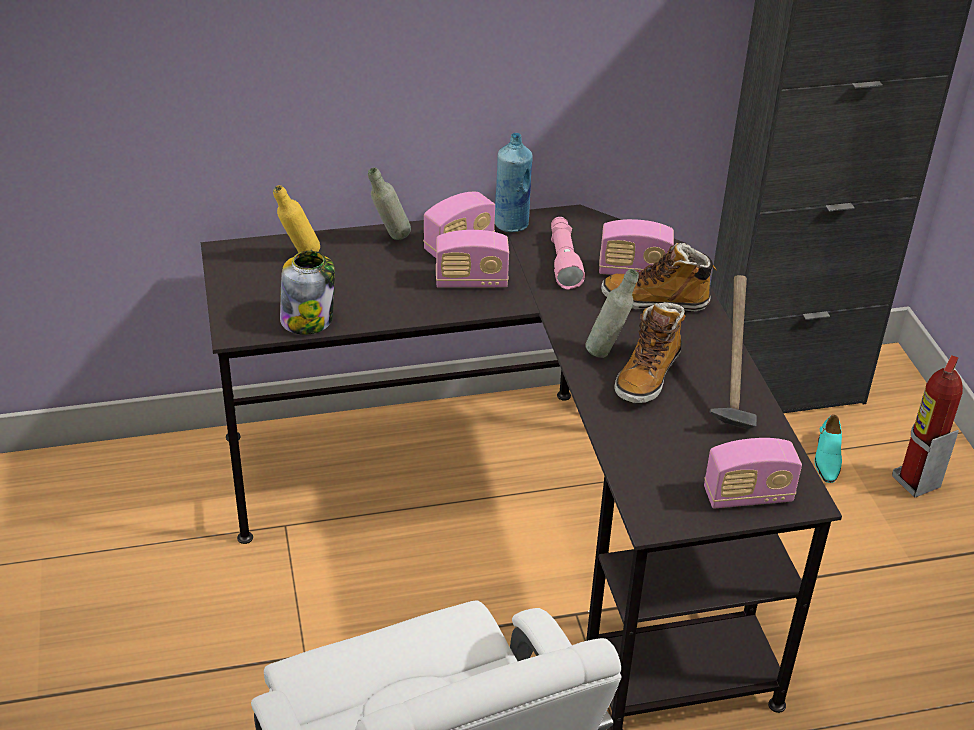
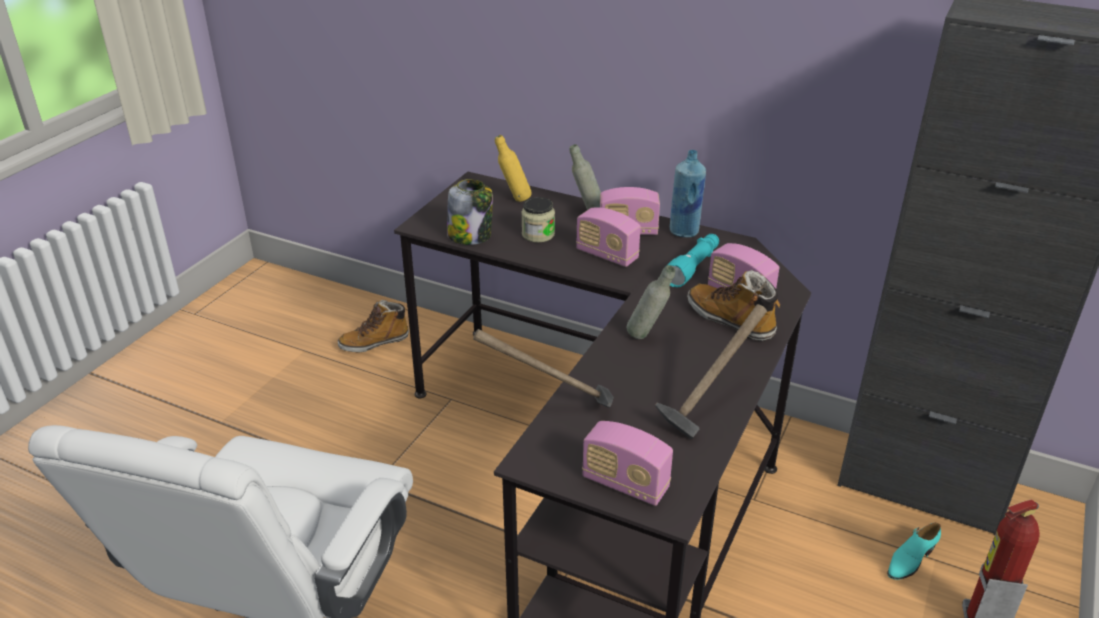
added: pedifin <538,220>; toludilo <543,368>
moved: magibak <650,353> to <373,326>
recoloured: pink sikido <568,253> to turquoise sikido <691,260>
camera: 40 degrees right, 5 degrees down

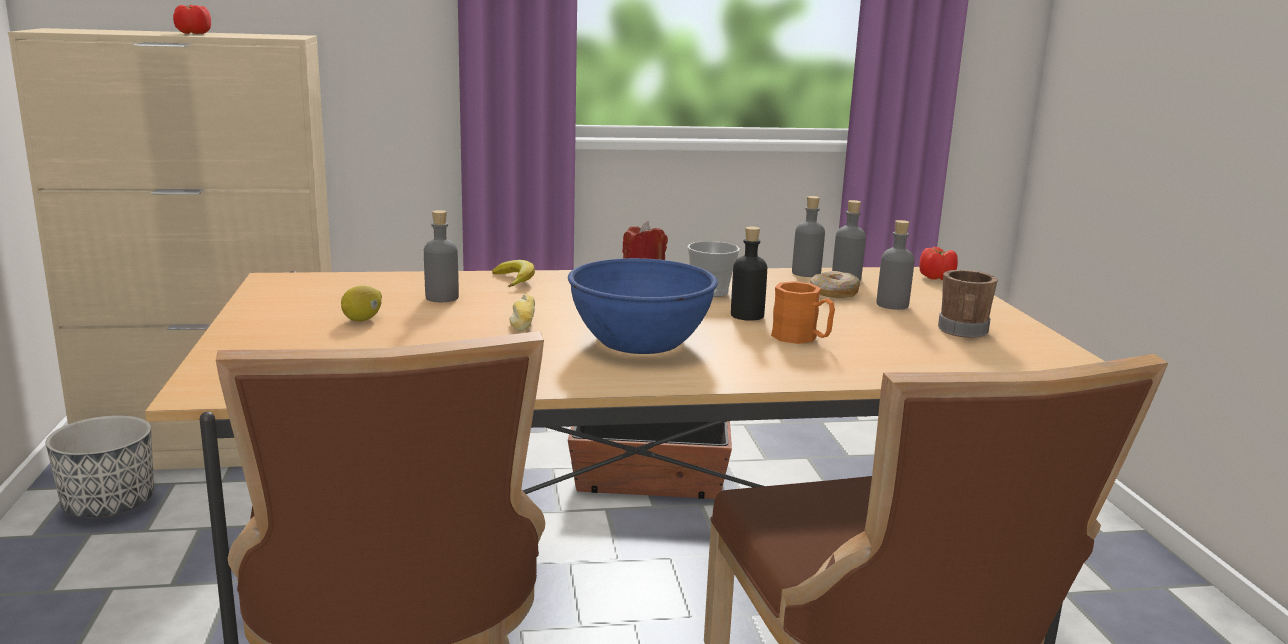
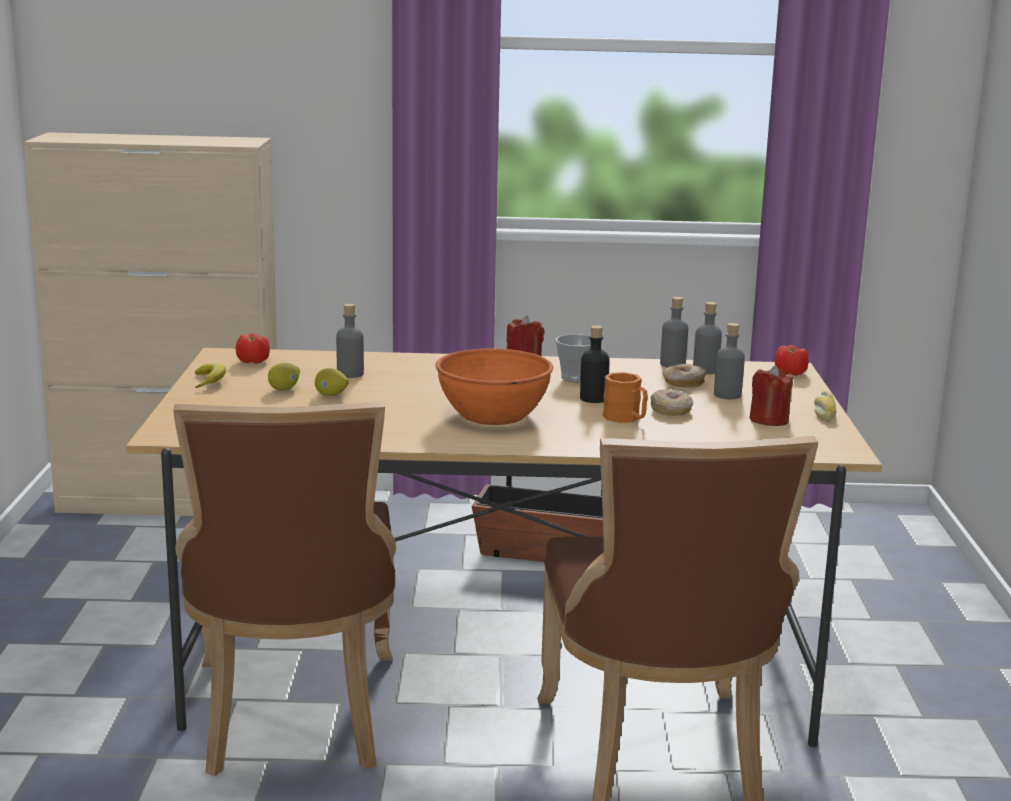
removed: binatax <99,466>
added: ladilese <332,382>; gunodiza <671,402>
moved: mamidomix <192,19> to <253,348>; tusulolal <513,273> to <210,375>; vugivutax <522,312> to <825,406>
replaced: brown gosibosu <968,304> to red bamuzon <771,395>
recoloured: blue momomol <643,306> to orange momomol <494,387>
camera: 10 degrees right, 0 degrees up

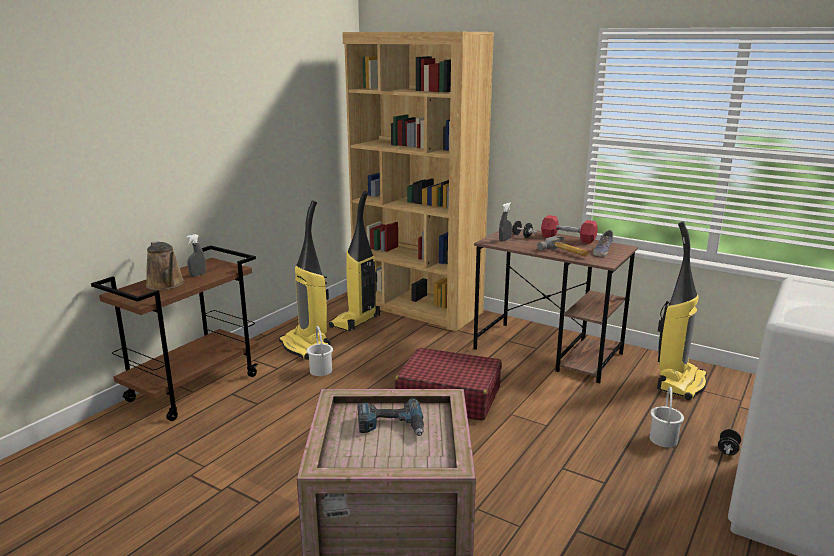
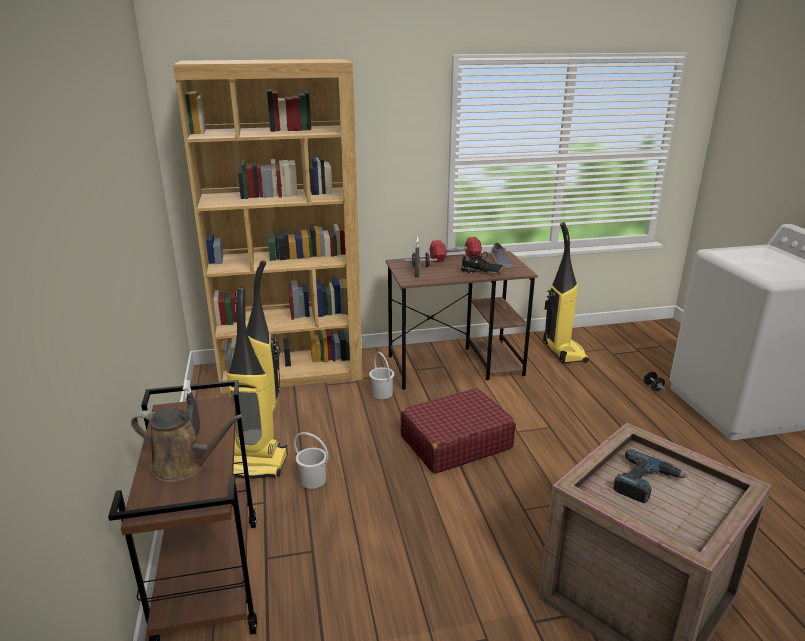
moved: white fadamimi <666,417> to <381,375>
replaced: toludilo <563,246> to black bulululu <482,263>
camera: 45 degrees left, 5 degrees up

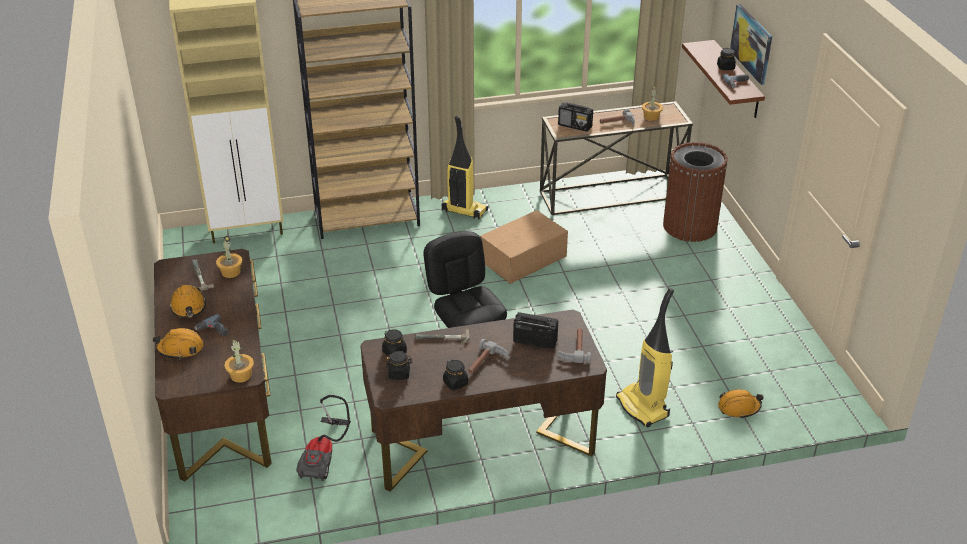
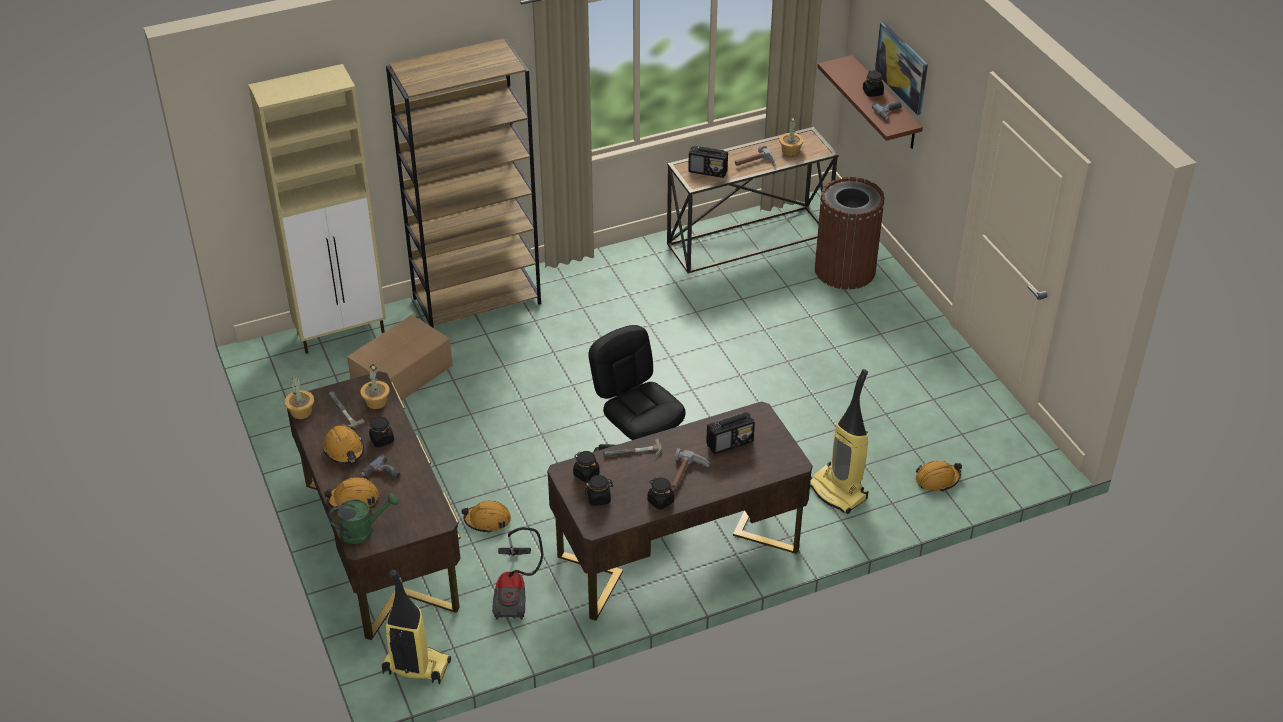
removed: toludilo <574,345>
added: black pedifin <381,432>; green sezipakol <363,518>; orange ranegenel <486,516>
moved: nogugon <465,168> to <416,627>; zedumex <524,247> to <400,357>; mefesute <239,361> to <299,398>
turned: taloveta <535,330> = <730,433> 150 degrees clockwise
camera: 10 degrees left, 5 degrees up

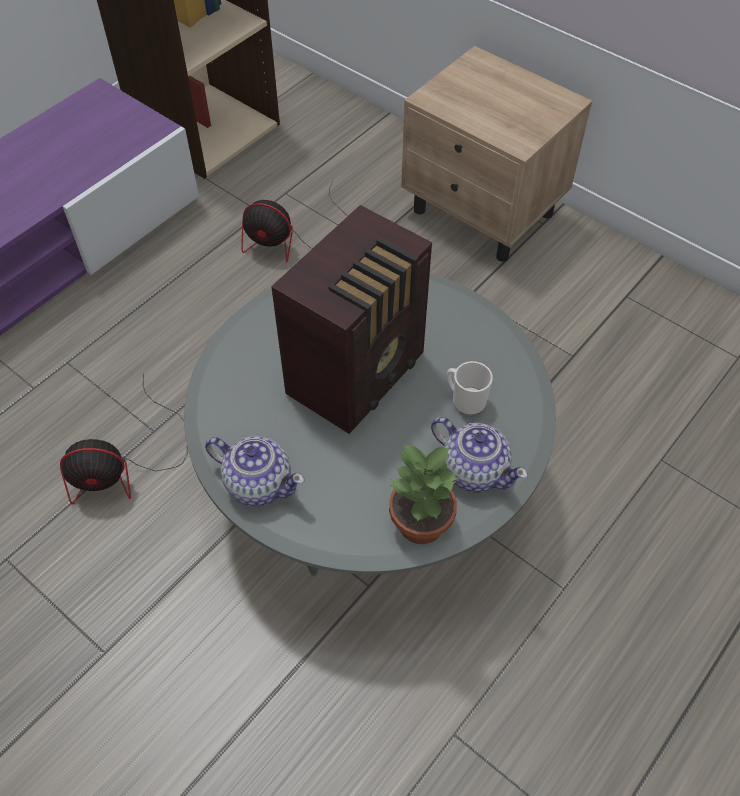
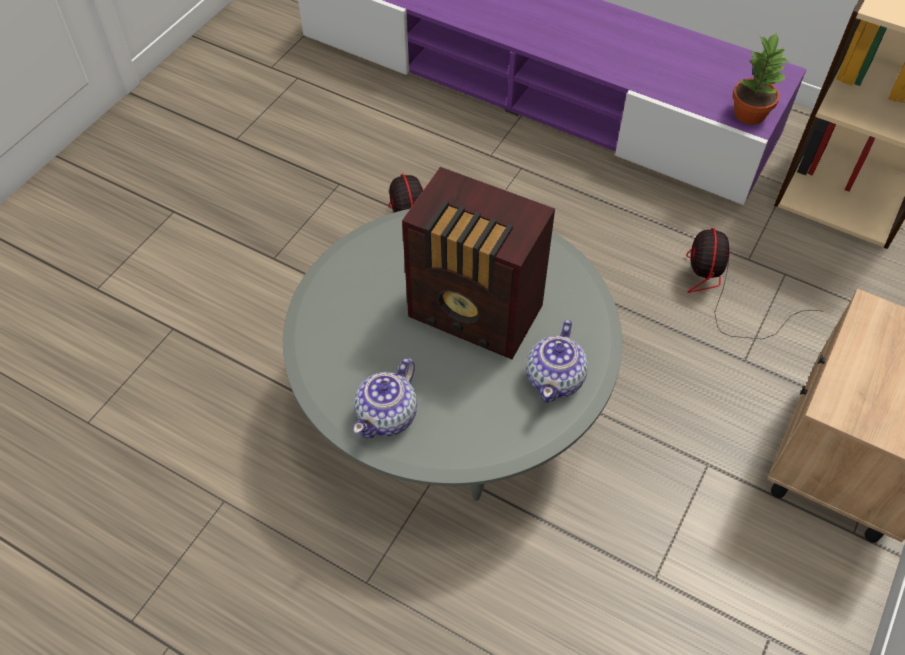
removed: gosibosu <470,388>
moved: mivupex <255,471> to <557,361>; mefesute <423,494> to <761,78>
camera: 80 degrees right, 0 degrees up

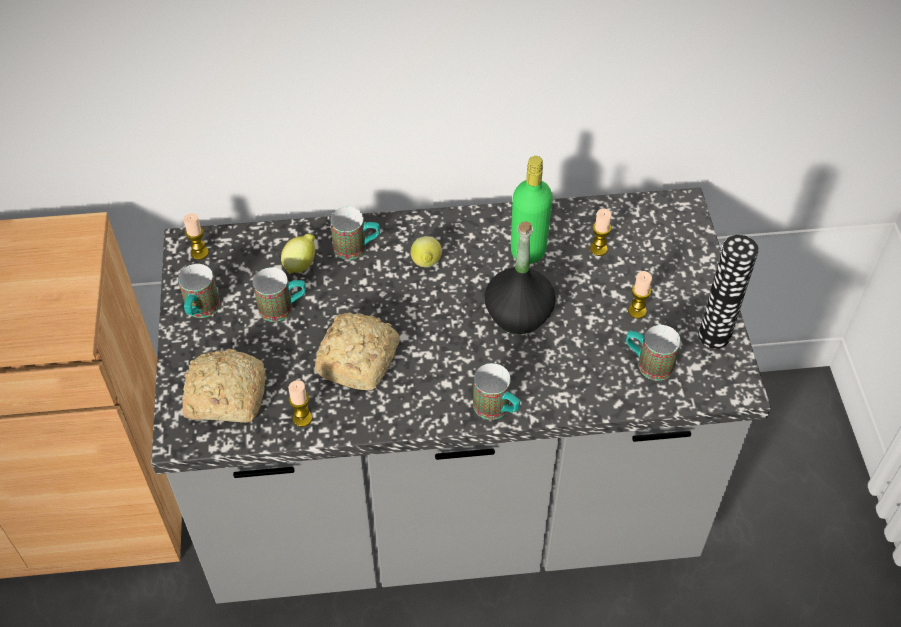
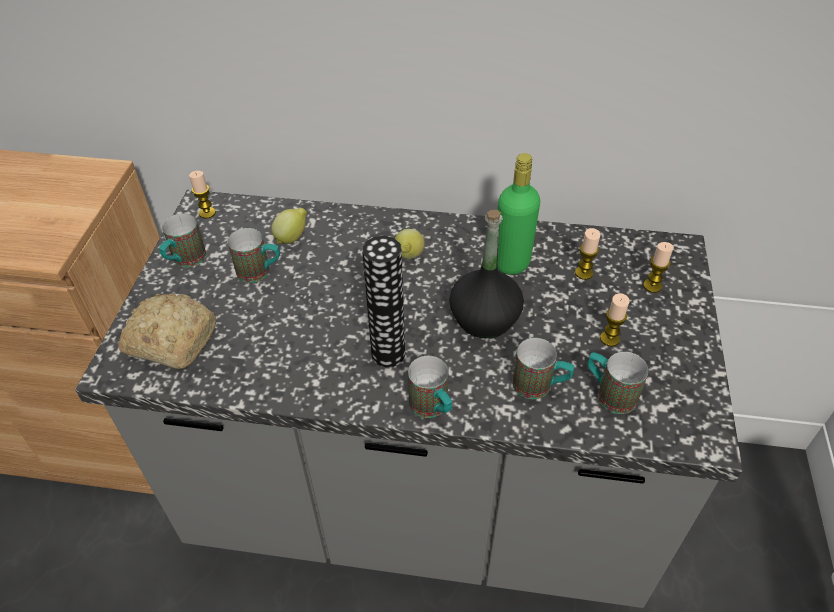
removed: vugivutax <357,351>
moved: gosibosu <355,233> to <543,368>; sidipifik <728,292> to <383,301>; bamuzon <300,403> to <658,267>
camera: 15 degrees right, 5 degrees down

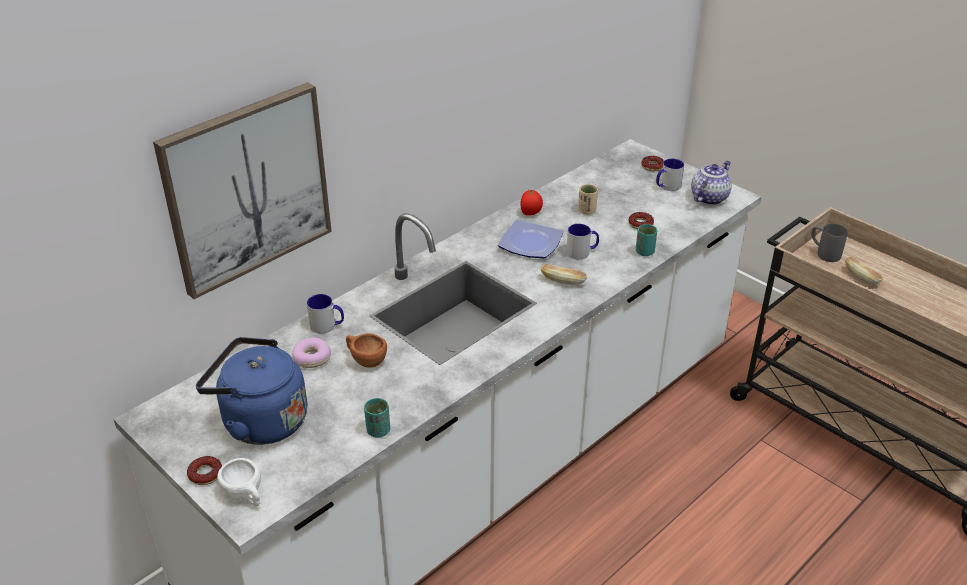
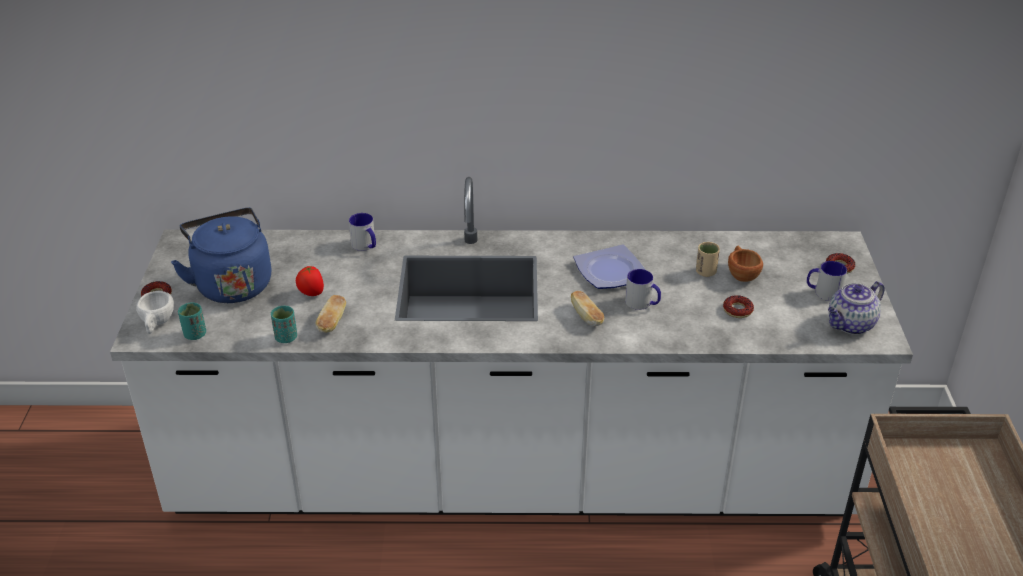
removed: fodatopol <242,191>; grey gosibosu <829,243>; gunodiza <311,352>
moved: mamidomix <531,202> to <310,281>; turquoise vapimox <646,240> to <192,321>; vugivutax <864,270> to <330,314>; brown vapimox <366,350> to <745,264>
turned: mivupex <711,183> = <856,308> 150 degrees clockwise
camera: 45 degrees right, 0 degrees up

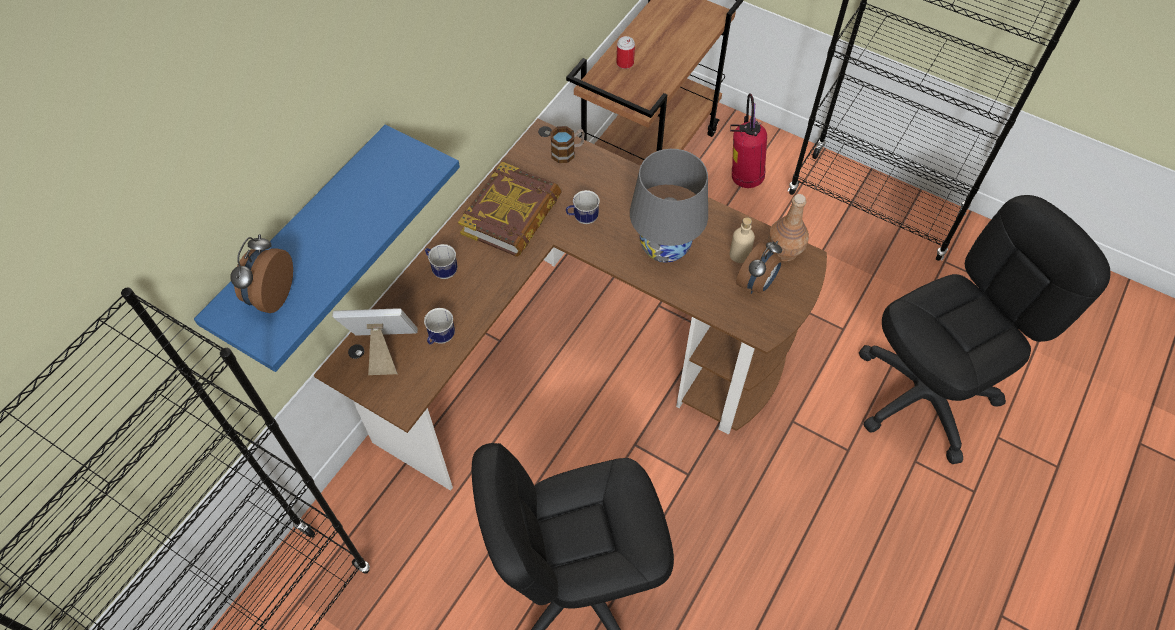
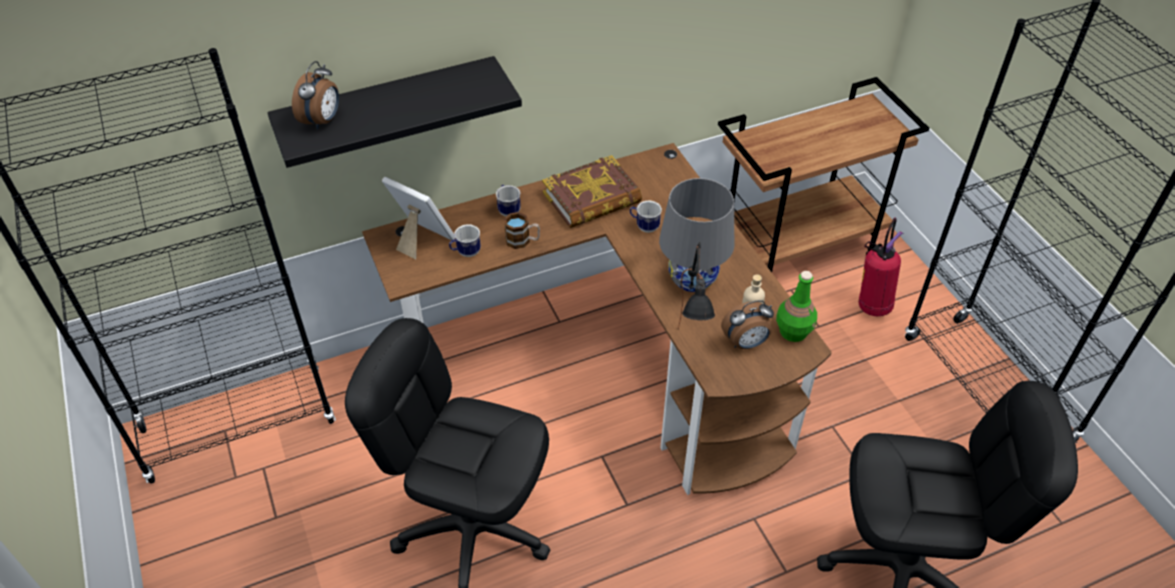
removed: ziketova <625,52>
added: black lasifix <696,286>
moved: gosibosu <567,144> to <522,230>
recoloured: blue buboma <327,248> to black buboma <394,112>; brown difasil <788,227> to green difasil <796,306>
turned: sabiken <261,273> = <315,95> 150 degrees clockwise
camera: 35 degrees right, 10 degrees down

